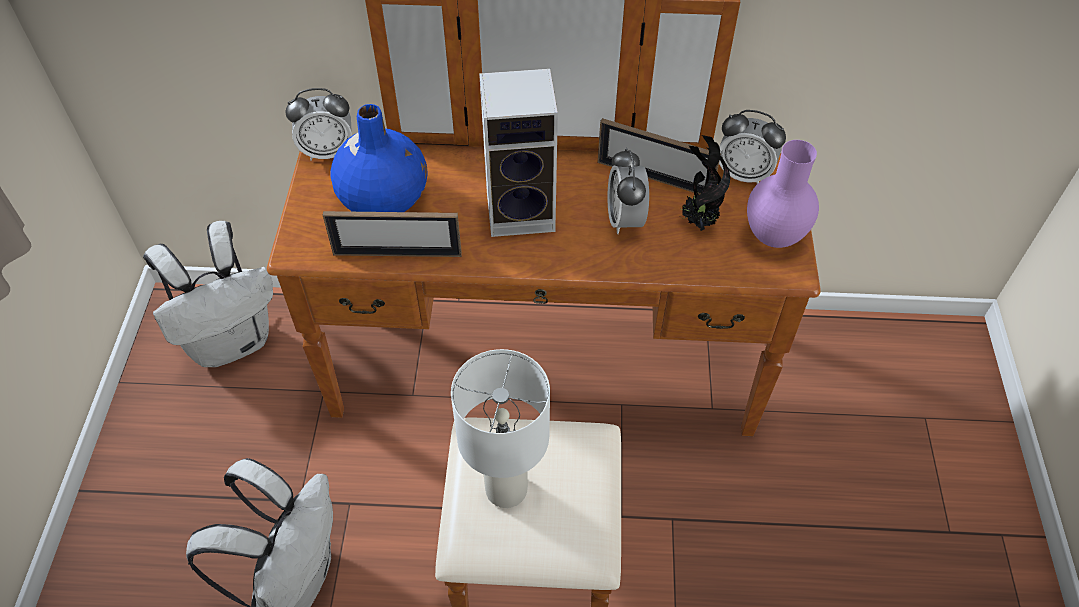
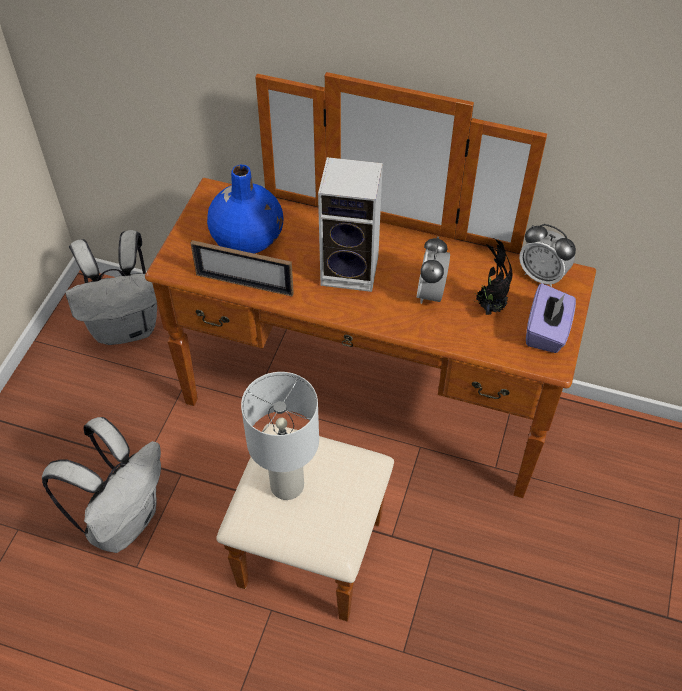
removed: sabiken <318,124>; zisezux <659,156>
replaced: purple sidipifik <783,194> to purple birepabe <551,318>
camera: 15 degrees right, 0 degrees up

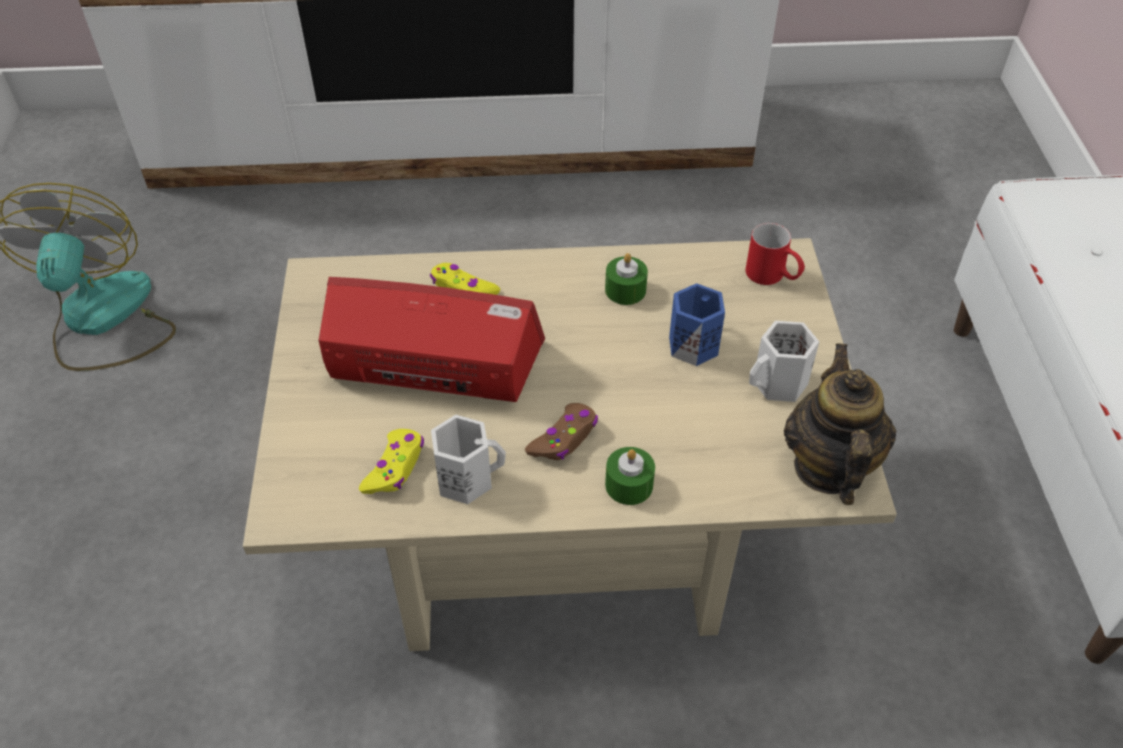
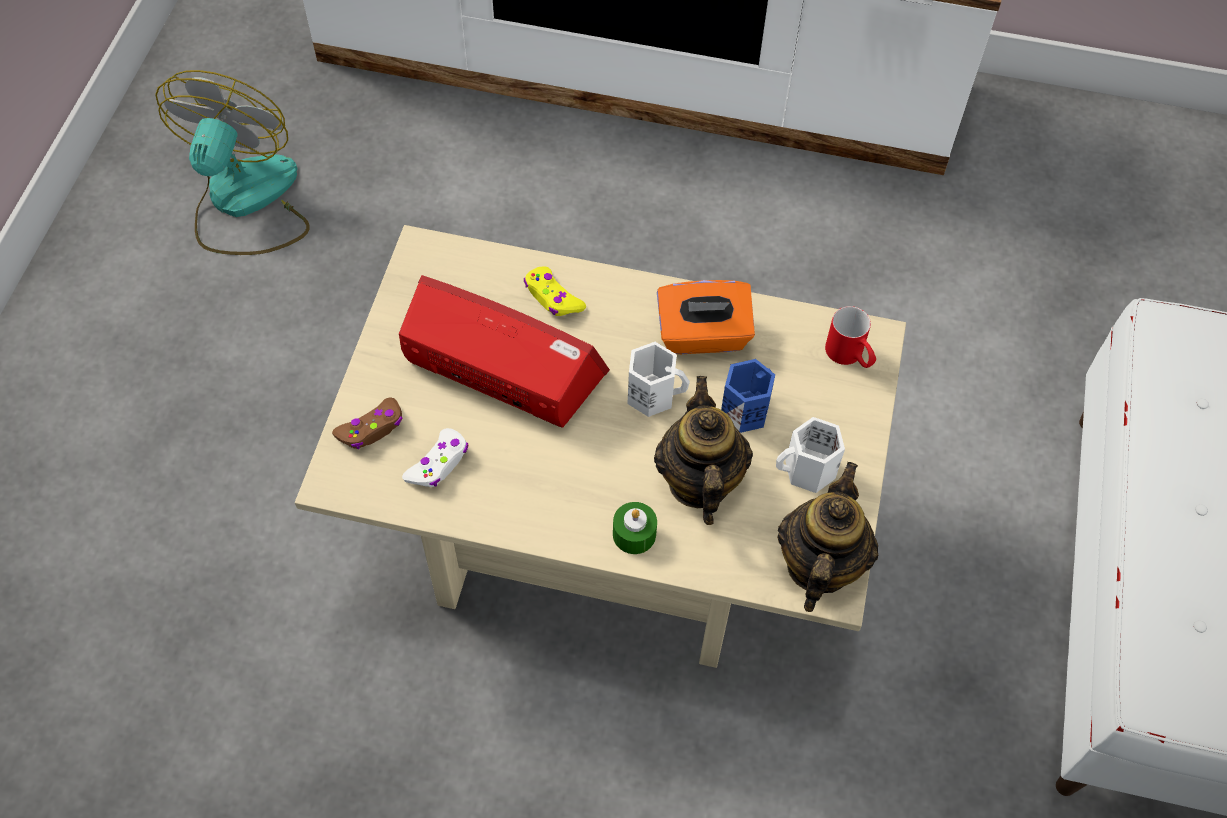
added: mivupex <703,450>
moved: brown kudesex <561,431> to <367,423>; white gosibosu <468,459> to <658,379>
replaced: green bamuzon <626,279> to orange birepabe <706,317>
recoloured: yellow kudesex <391,461> to white kudesex <435,457>
camera: 15 degrees right, 10 degrees up

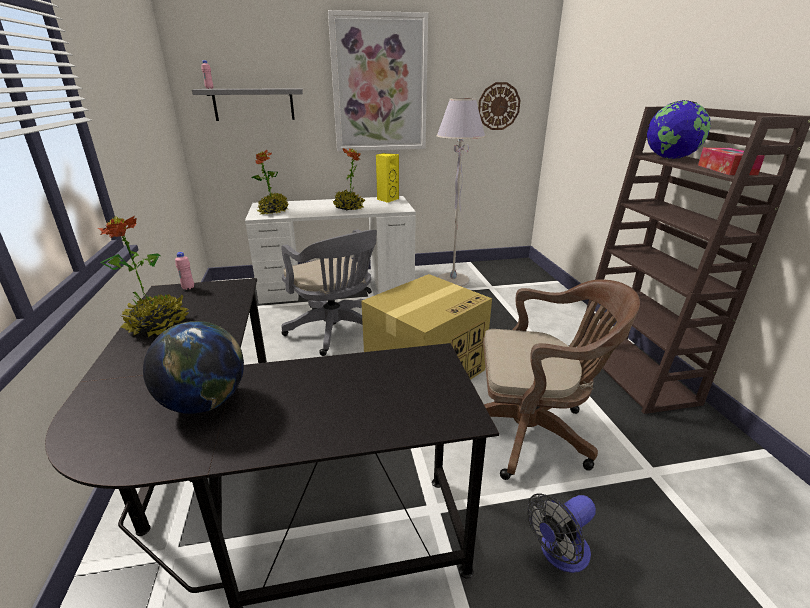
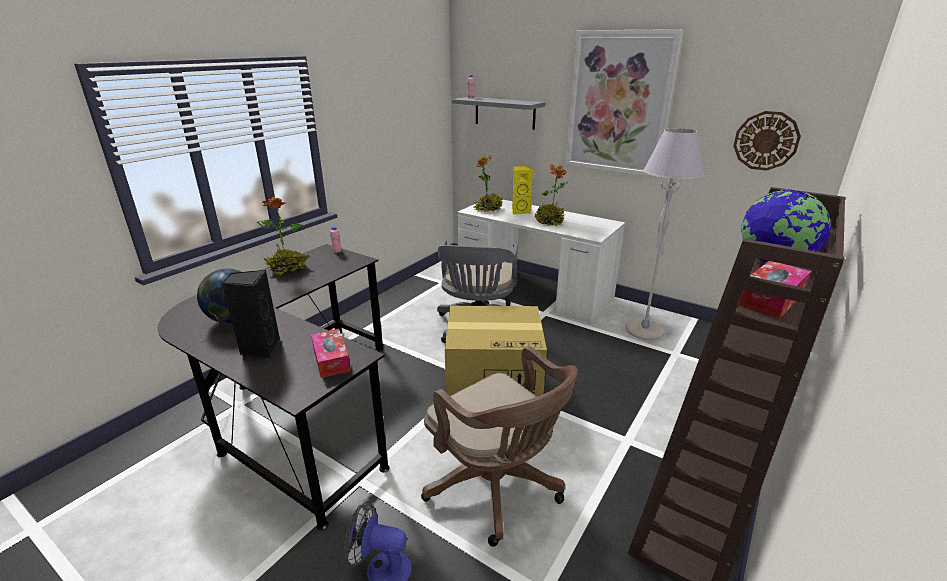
added: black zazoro <251,314>; birepabe <330,353>
moved: yellow zazoro <387,178> to <522,190>
camera: 45 degrees right, 0 degrees up

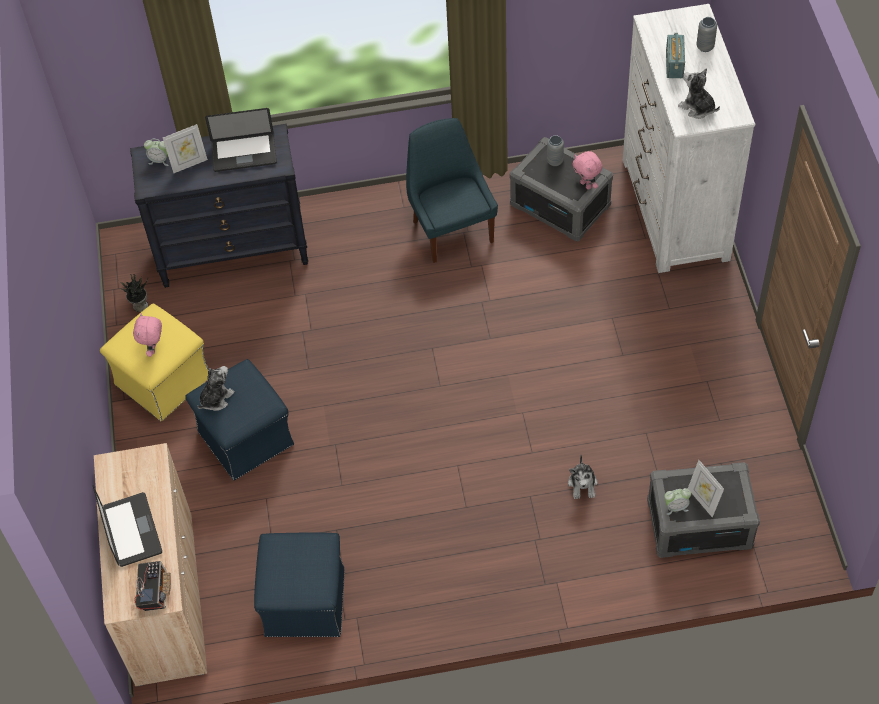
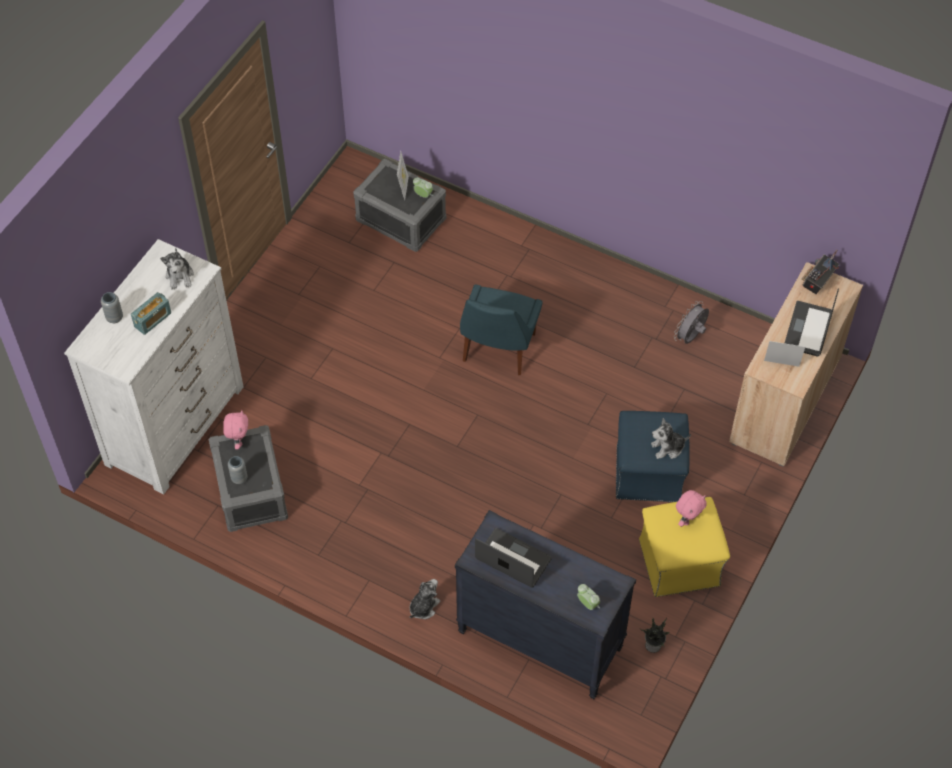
moved: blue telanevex <452,190> to <501,330>; zisezux <185,148> to <784,354>; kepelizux <583,477> to <425,599>
replaced: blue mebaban <299,584> to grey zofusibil <691,322>
camera: 145 degrees left, 0 degrees up

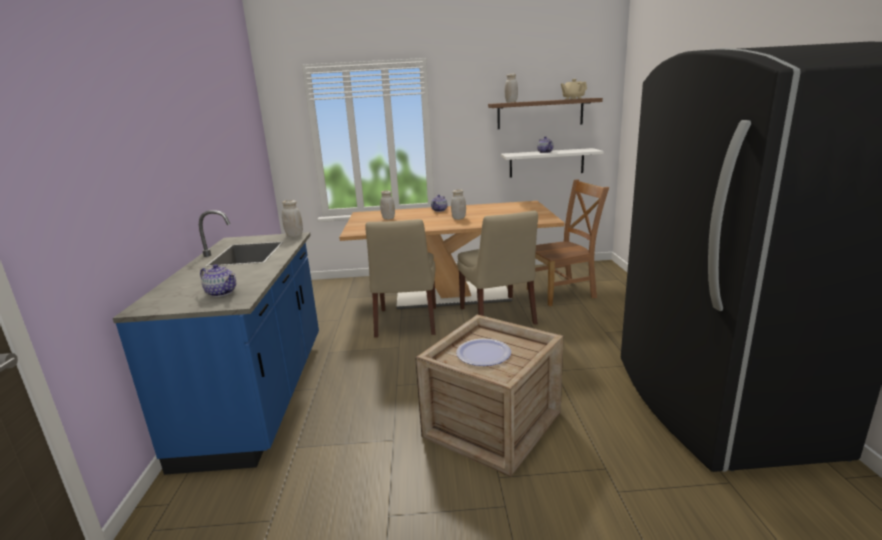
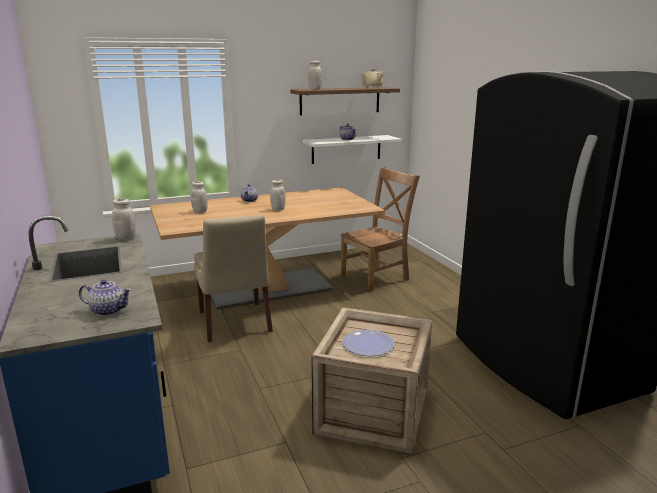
removed: beige telanevex <497,268>
camera: 20 degrees left, 0 degrees up

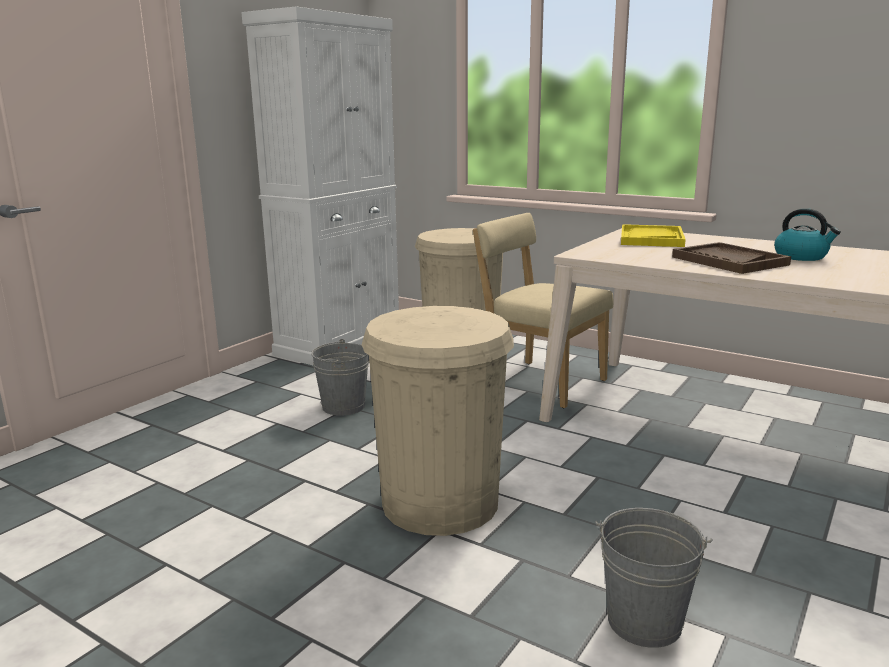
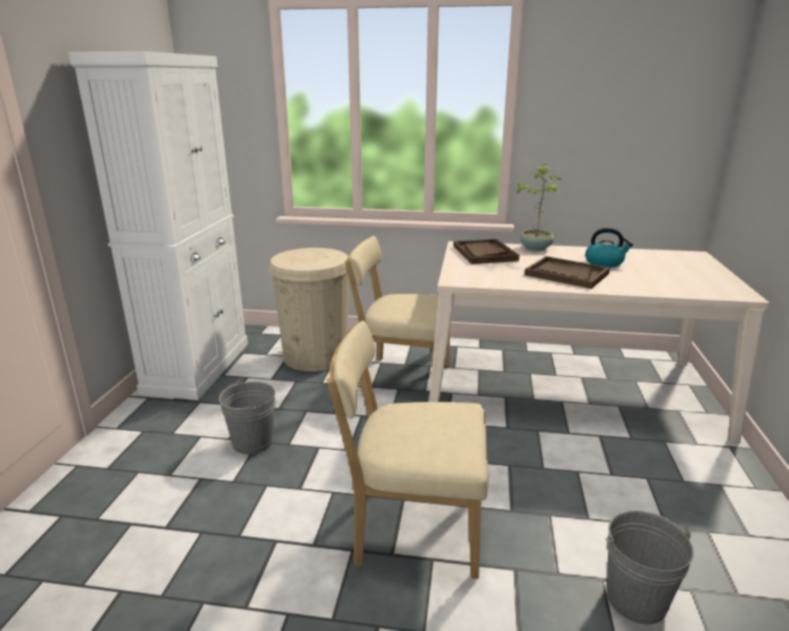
added: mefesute <539,207>
replaced: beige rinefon <438,421> to beige telanevex <407,450>
recoloured: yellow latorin <653,235> to brown latorin <486,251>
camera: 25 degrees left, 5 degrees up

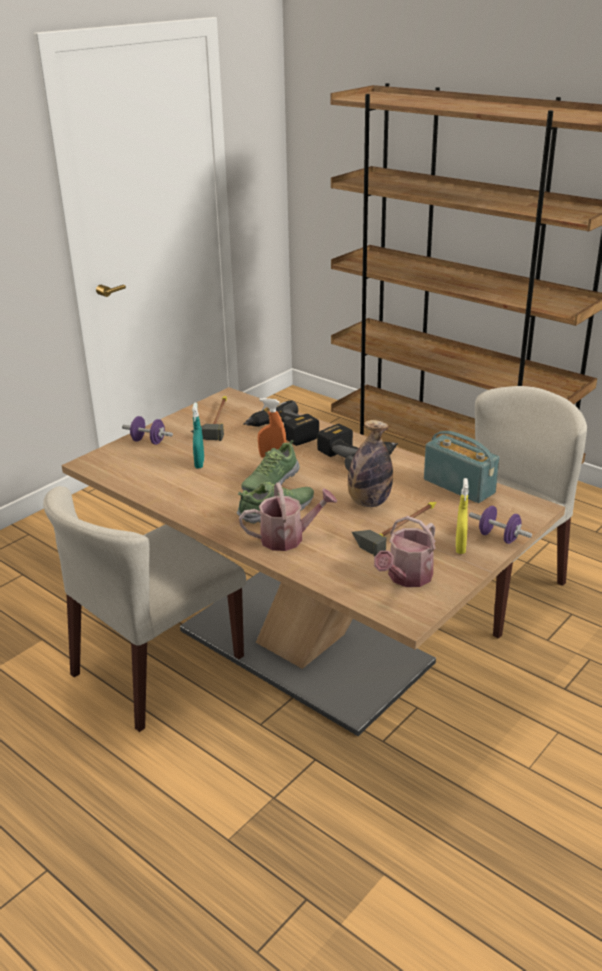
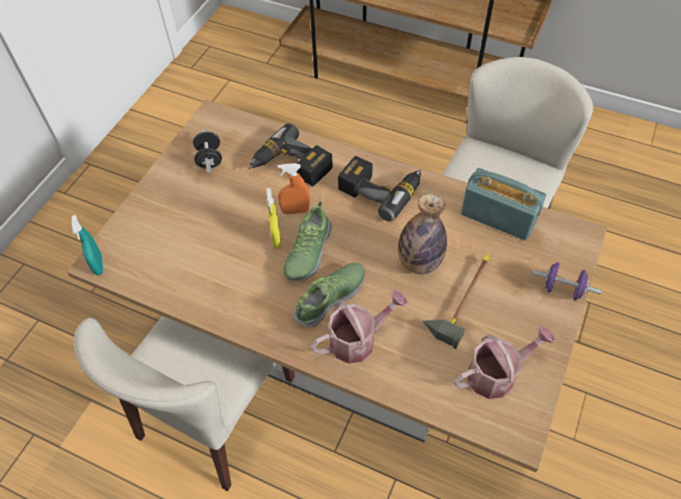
removed: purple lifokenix <147,430>
moved: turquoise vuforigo <198,435> to <87,245>; yellow vuforigo <462,516> to <274,218>
replaced: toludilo <209,418> to black lifokenix <207,150>
turned: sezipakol <405,551> = <505,362> 135 degrees counterclockwise
camera: 15 degrees left, 25 degrees up

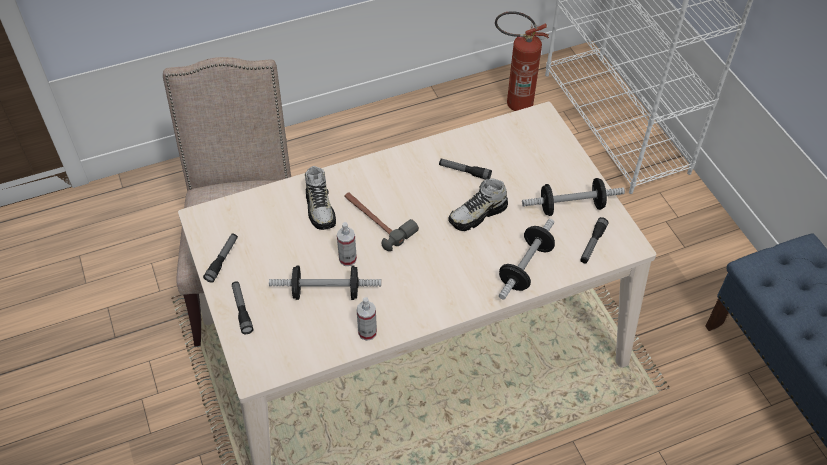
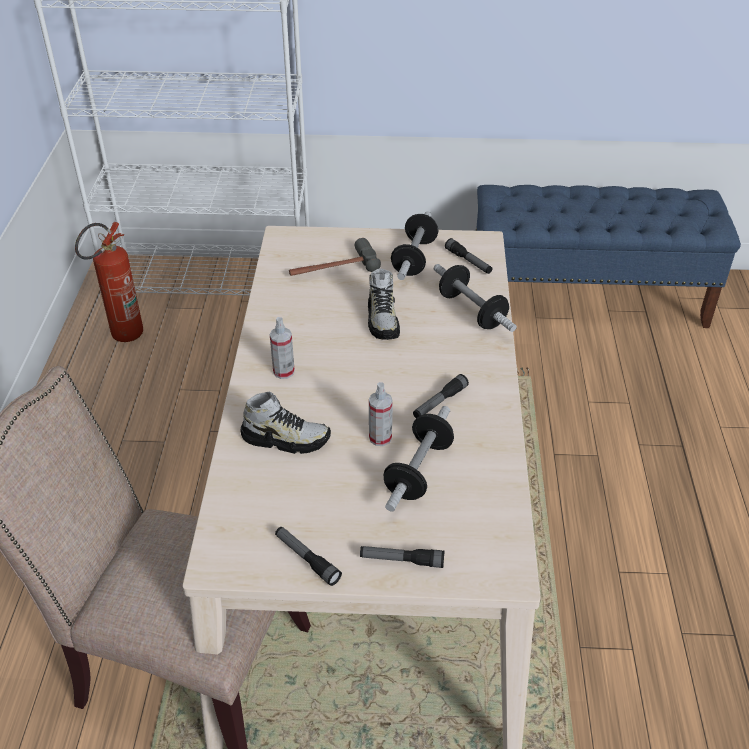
moved: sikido <465,169> to <441,396>; toludilo <381,221> to <335,257>; vuforigo <367,319> to <282,348>
camera: 65 degrees left, 10 degrees down

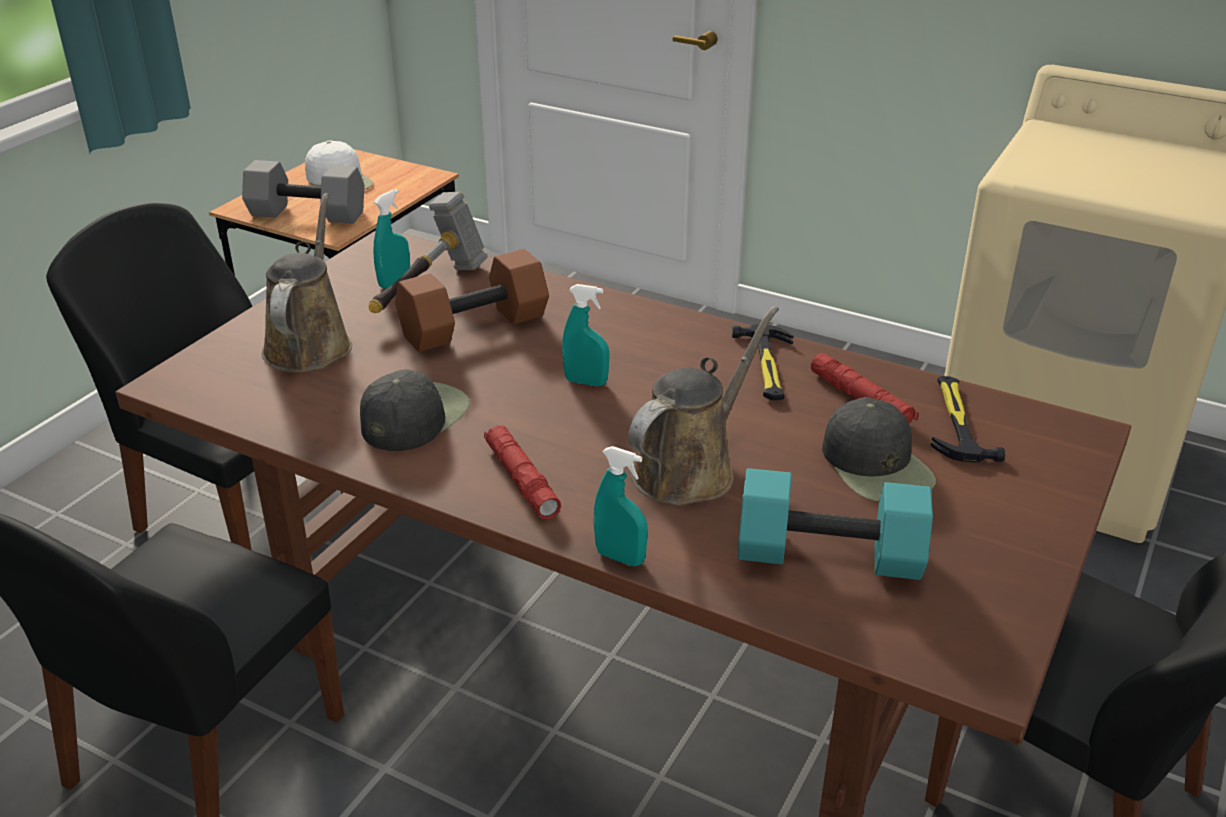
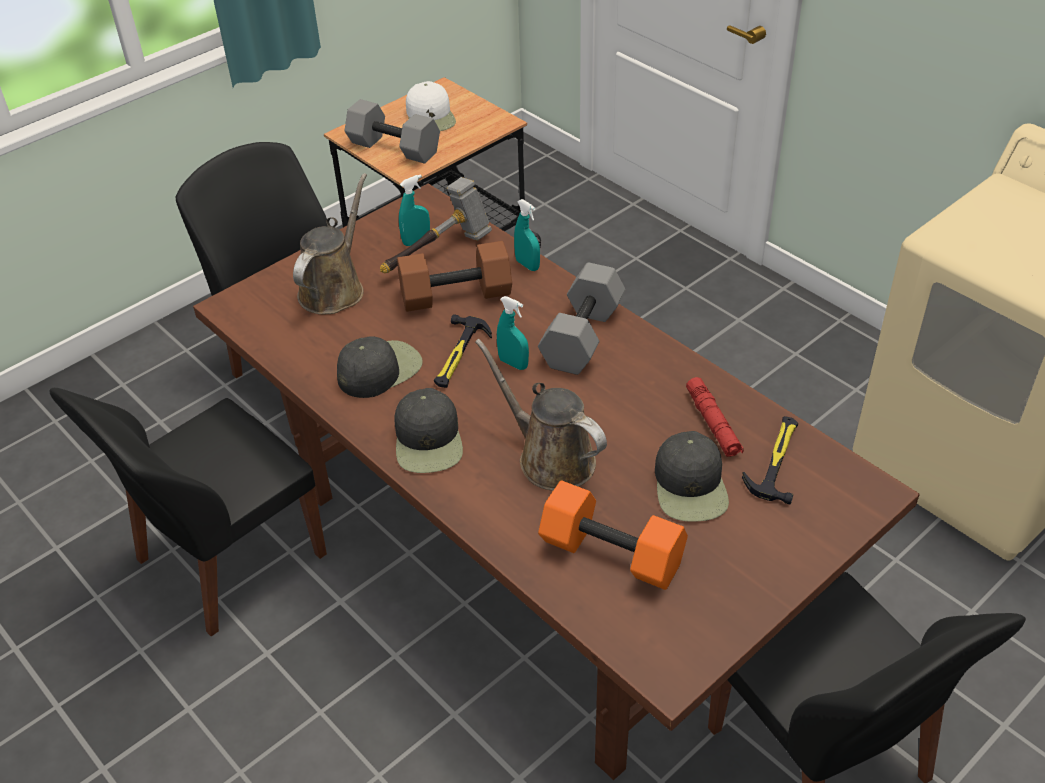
added: grey lifokenix <582,318>
moved: toludilo <762,362> to <463,351>; turquoise vuforigo <620,506> to <527,235>
replaced: red sikido <522,472> to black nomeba <428,430>
recoloured: turquoise lifokenix <835,524> to orange lifokenix <613,535>
turned: brown sezipakol <703,406> = <541,415> 105 degrees counterclockwise
camera: 20 degrees right, 10 degrees up

